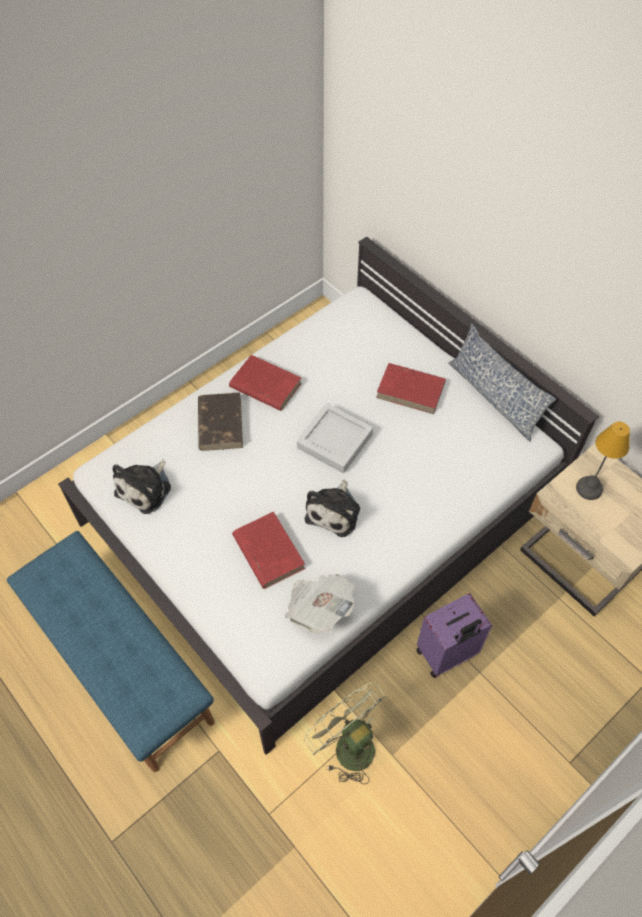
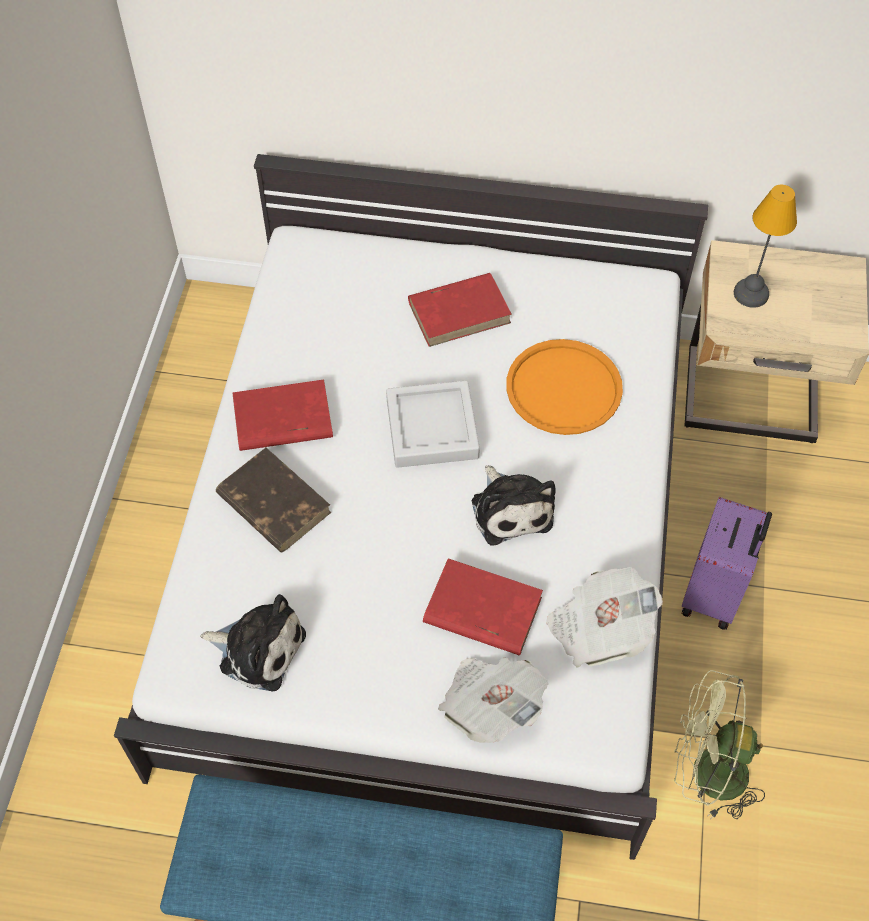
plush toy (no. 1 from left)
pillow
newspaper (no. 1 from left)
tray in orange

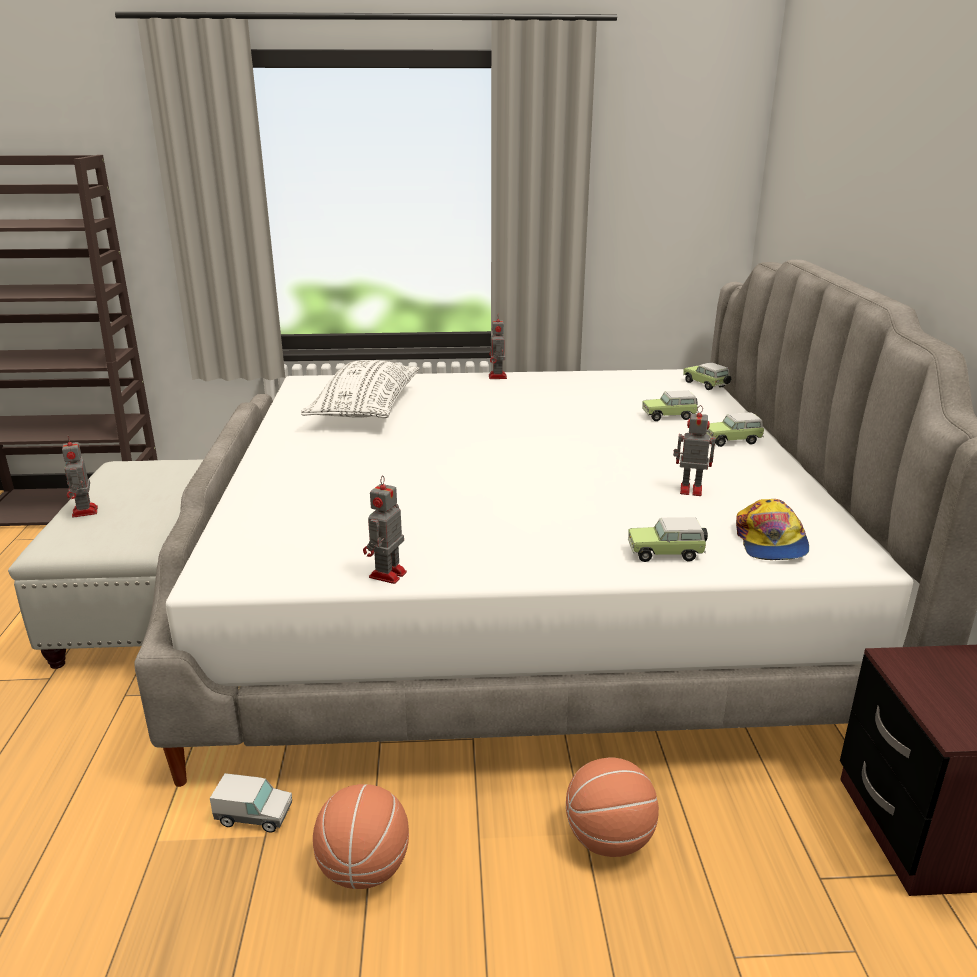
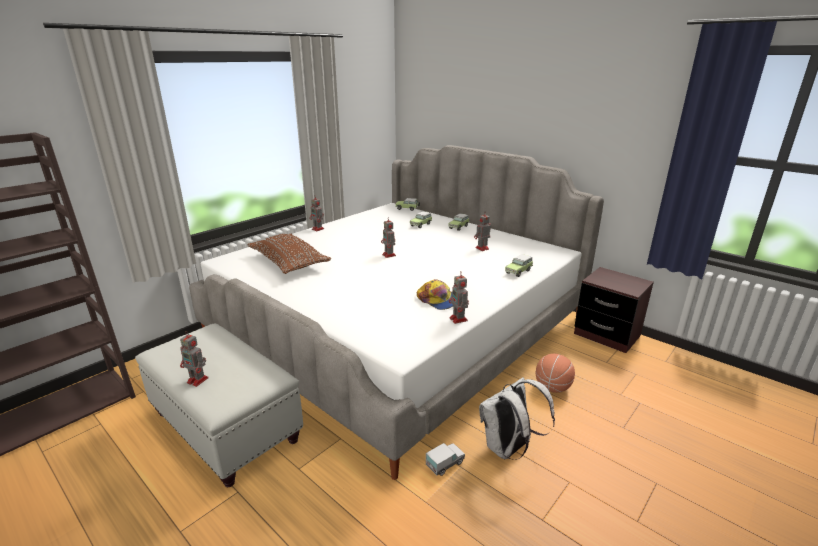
pillow in brown
backpack in white
cap
toy robot (no. 3 from left)

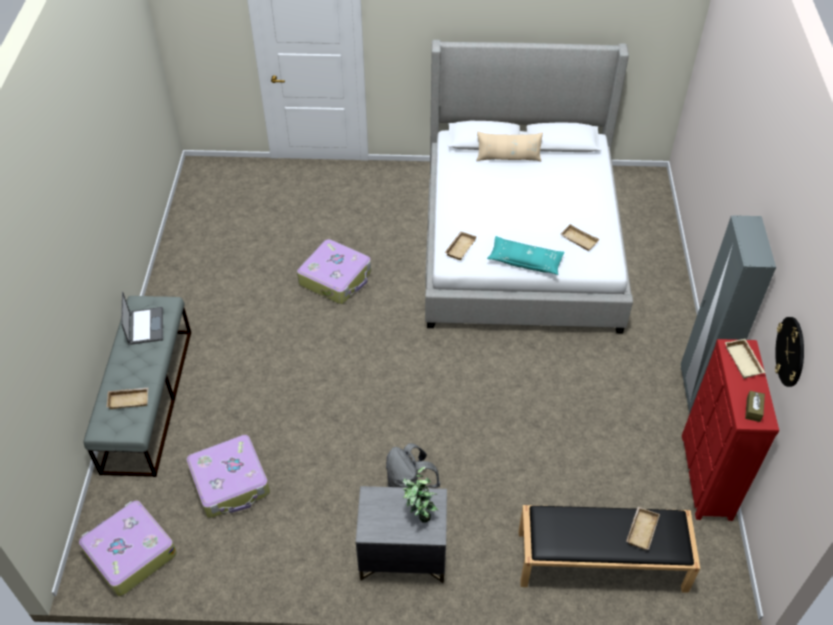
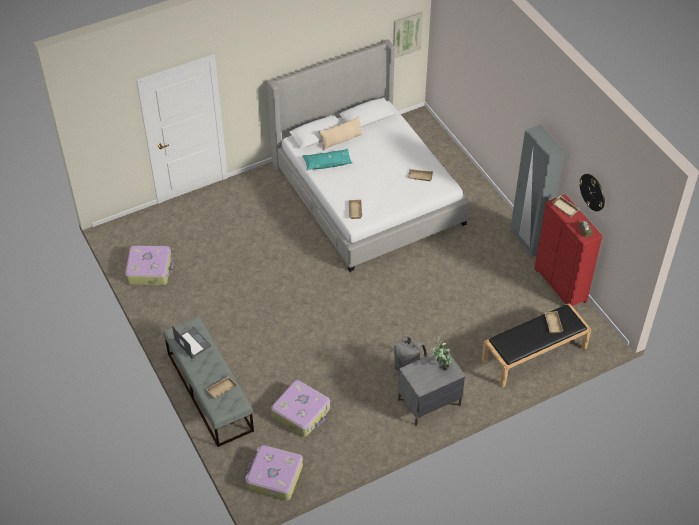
suitcase (no. 1 from left)
pillow in turquoise
picture

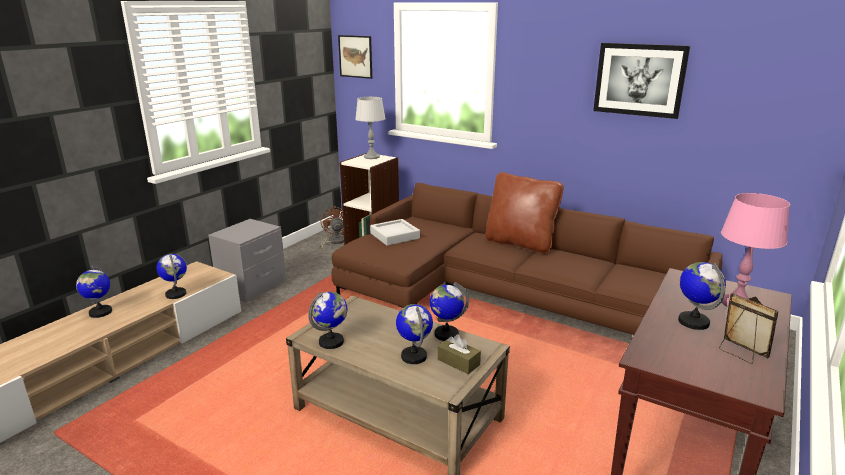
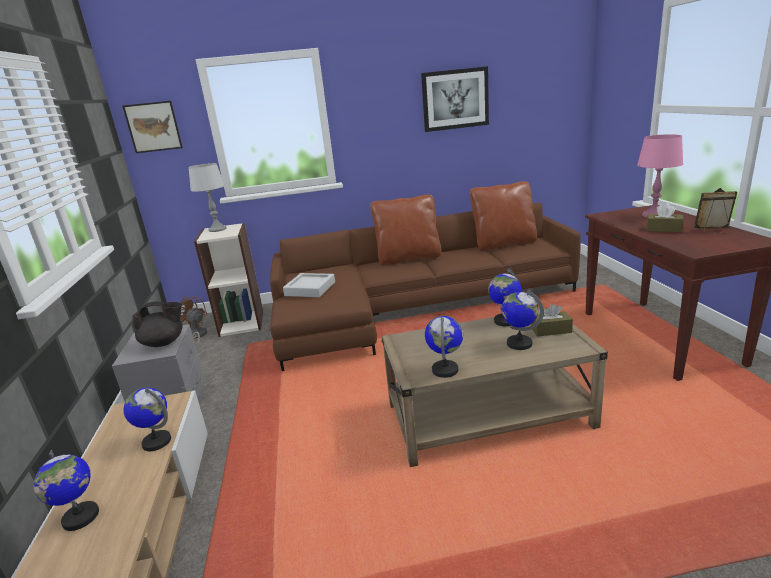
tissue box in brown (no. 2 from left)
teapot in black
pillow in brown (no. 2 from left)

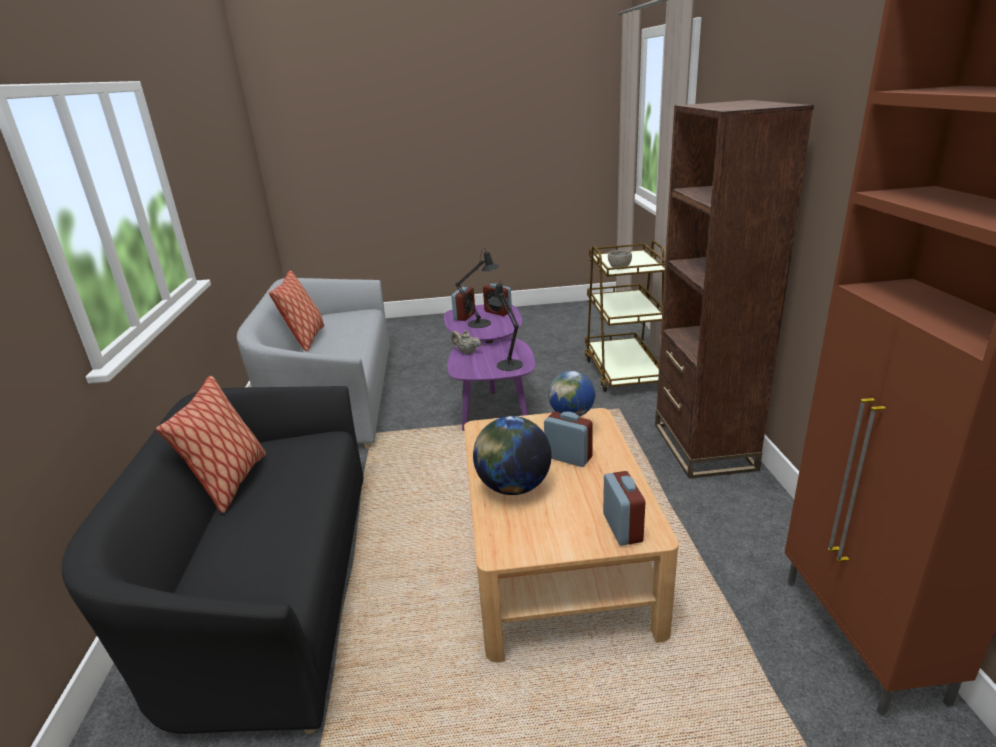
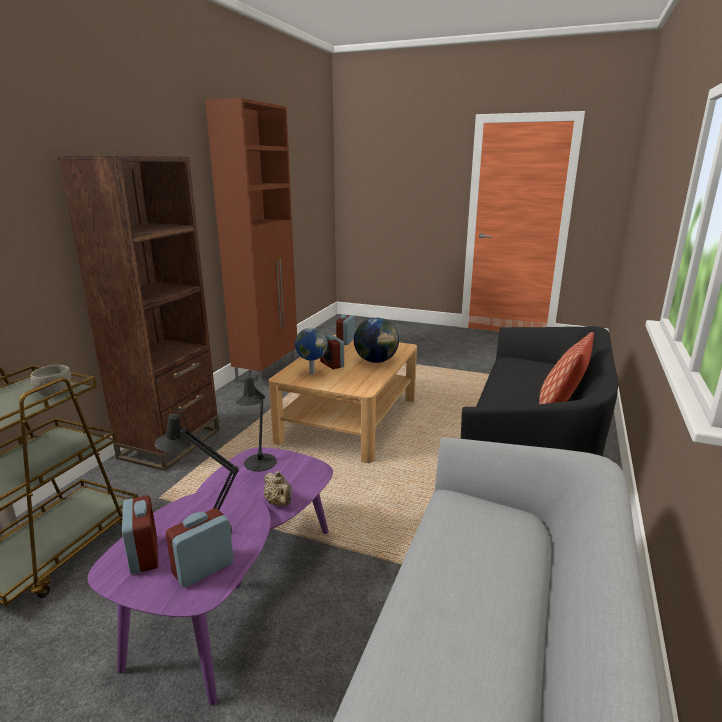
pillow (no. 2 from left in the first image)

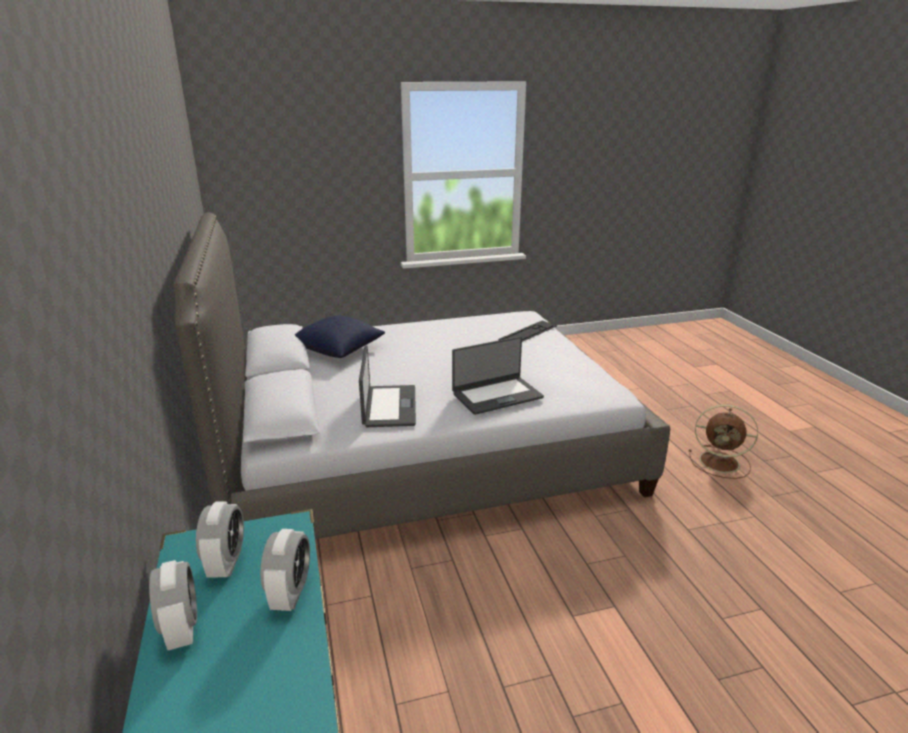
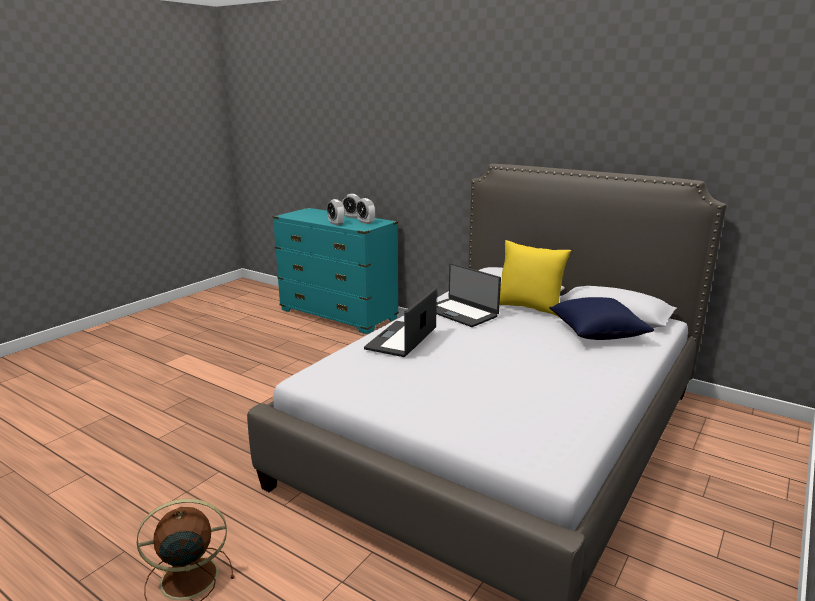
keyboard
pillow in yellow

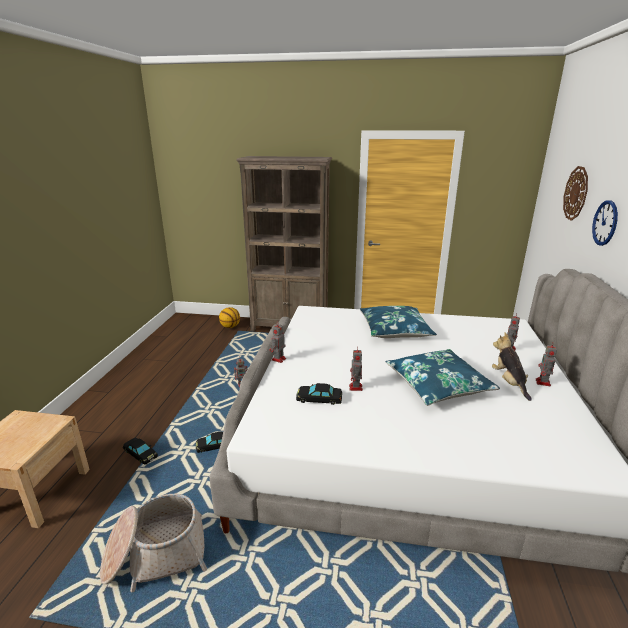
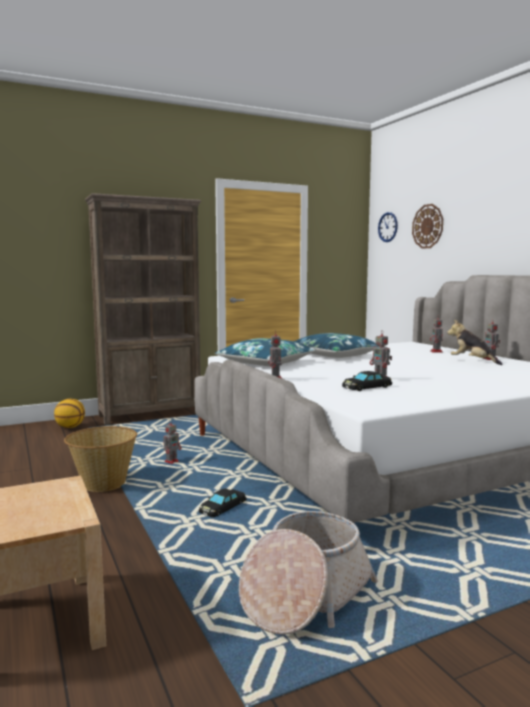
toy car in black (no. 1 from left in the first image)
pillow in blue (no. 1 from left)
wall clock (no. 1 from left)
basket (no. 1 from left)

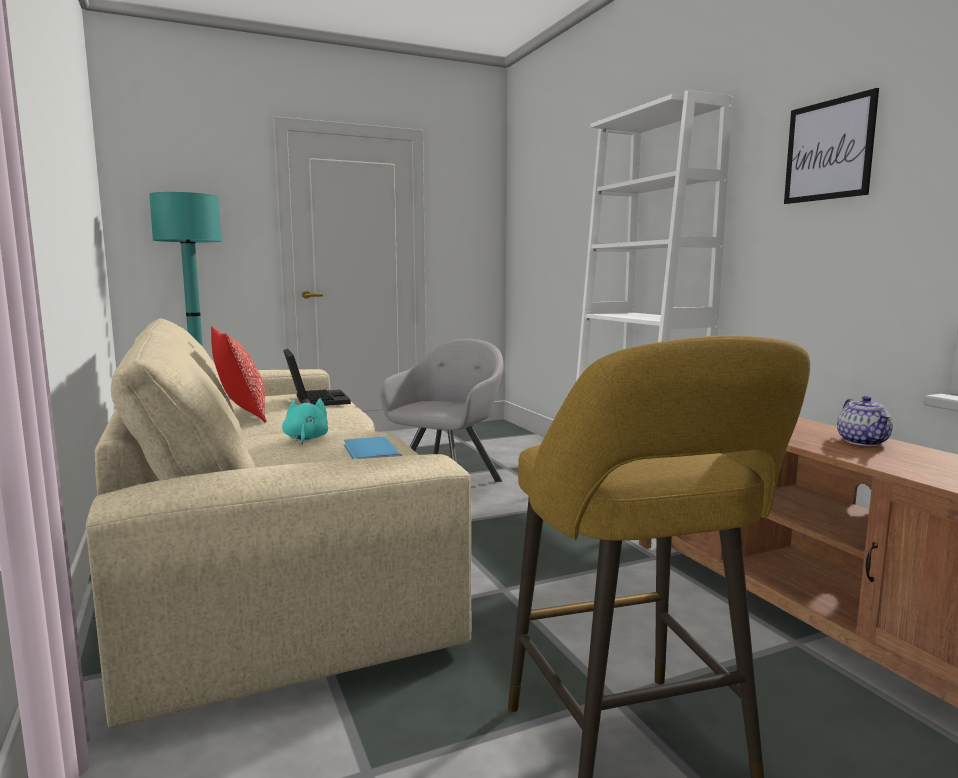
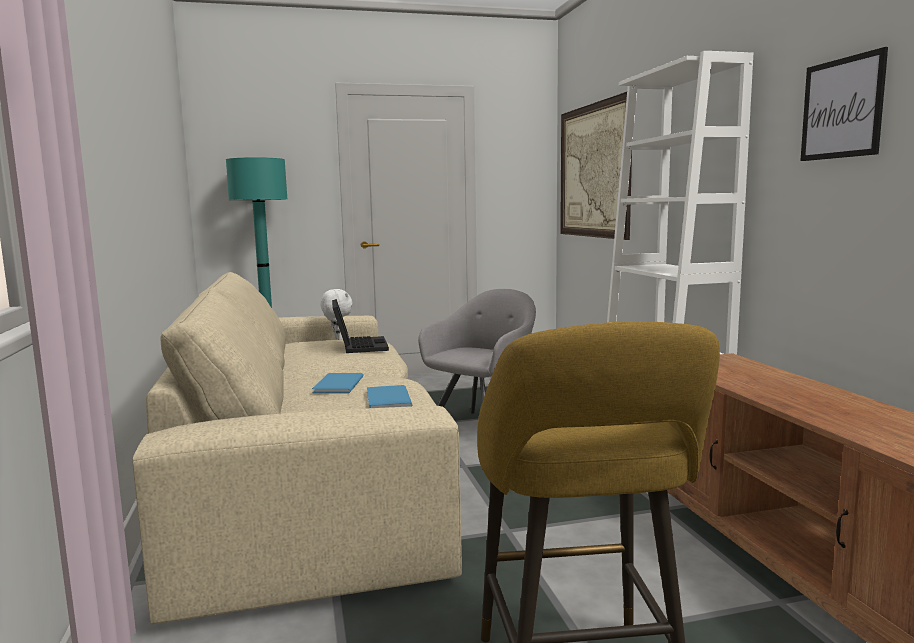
pillow
book in blue (no. 1 from left)
teapot
plush toy in white
picture (no. 1 from left)

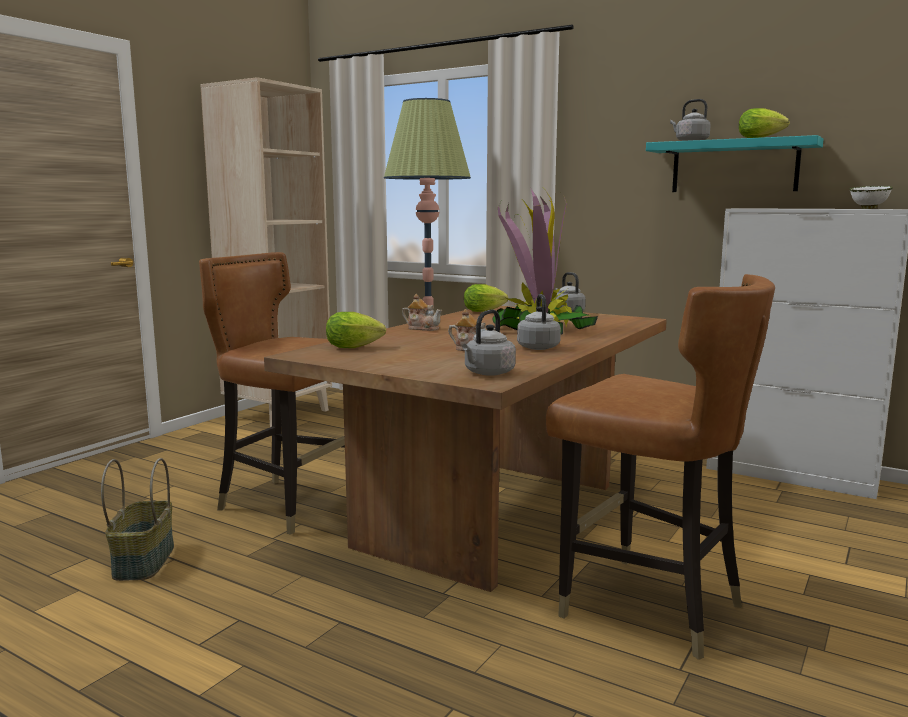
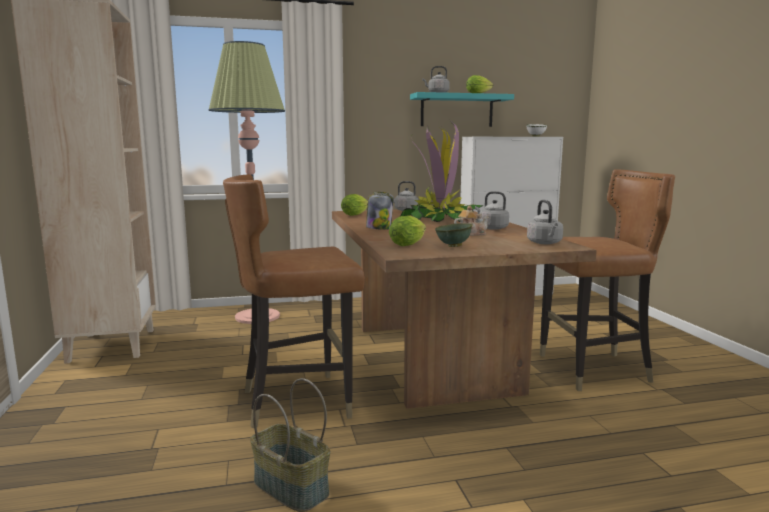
jar
bowl in green

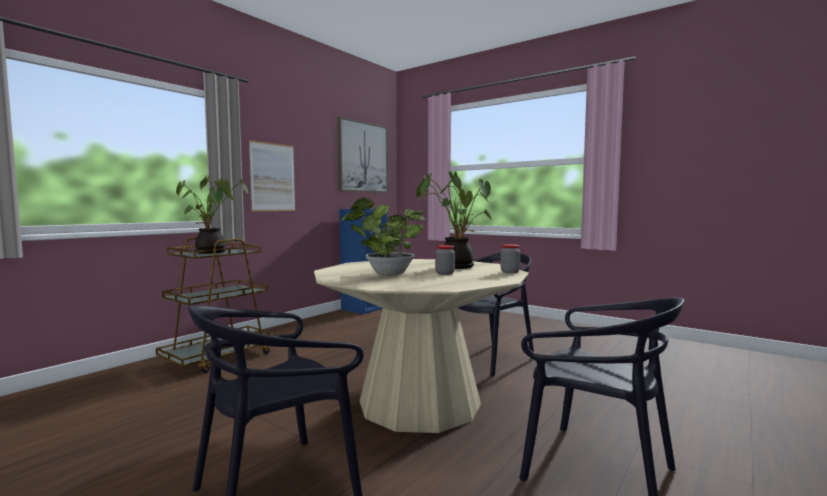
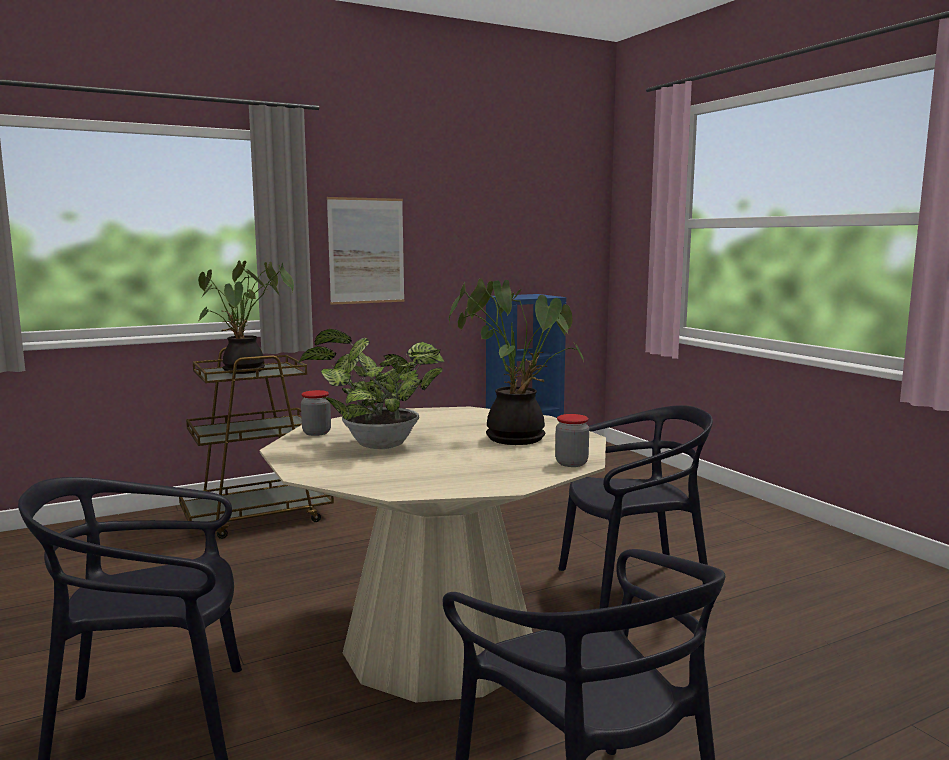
picture (no. 2 from left in the first image)
jar (no. 1 from left)

